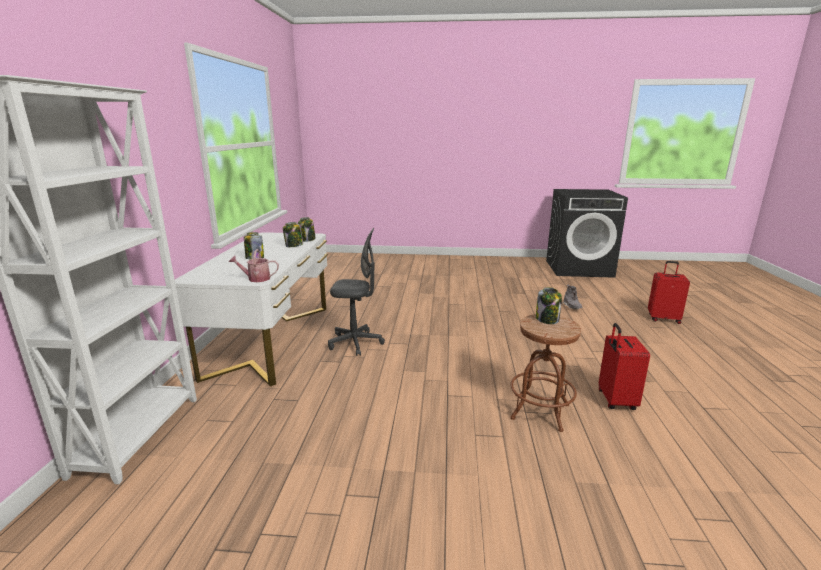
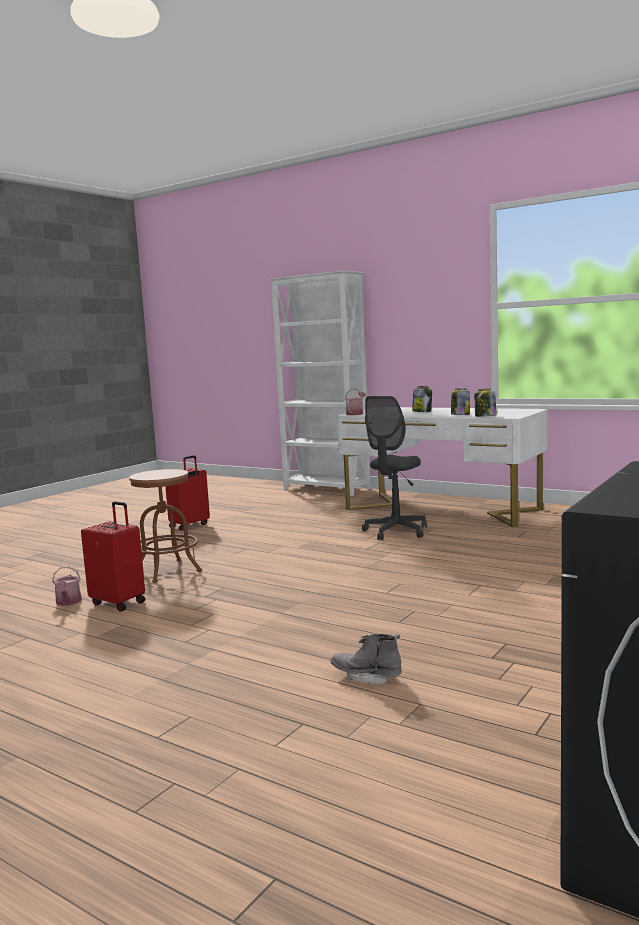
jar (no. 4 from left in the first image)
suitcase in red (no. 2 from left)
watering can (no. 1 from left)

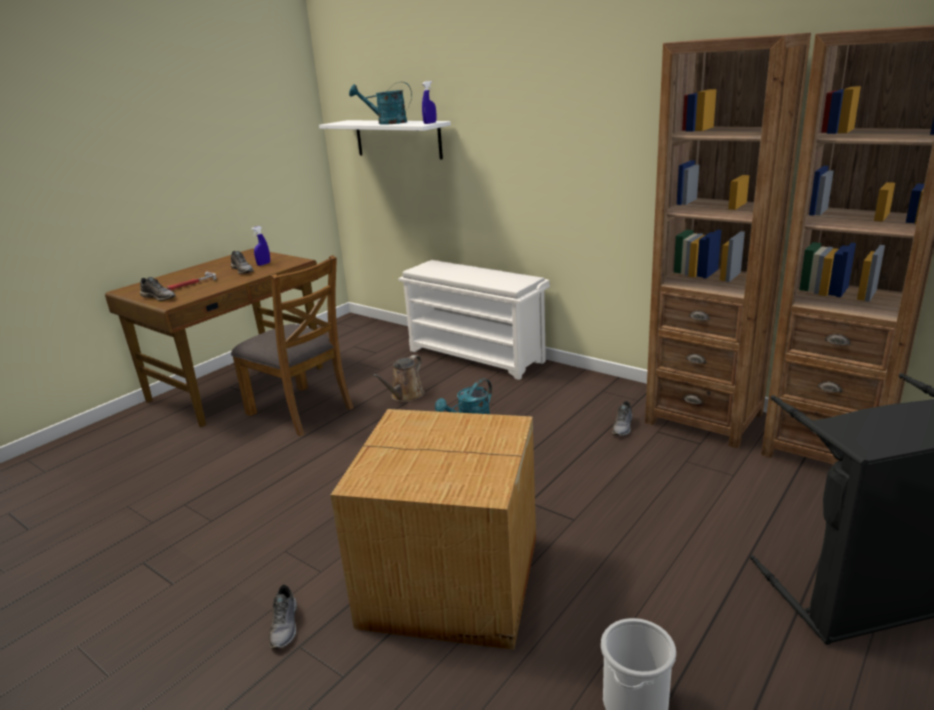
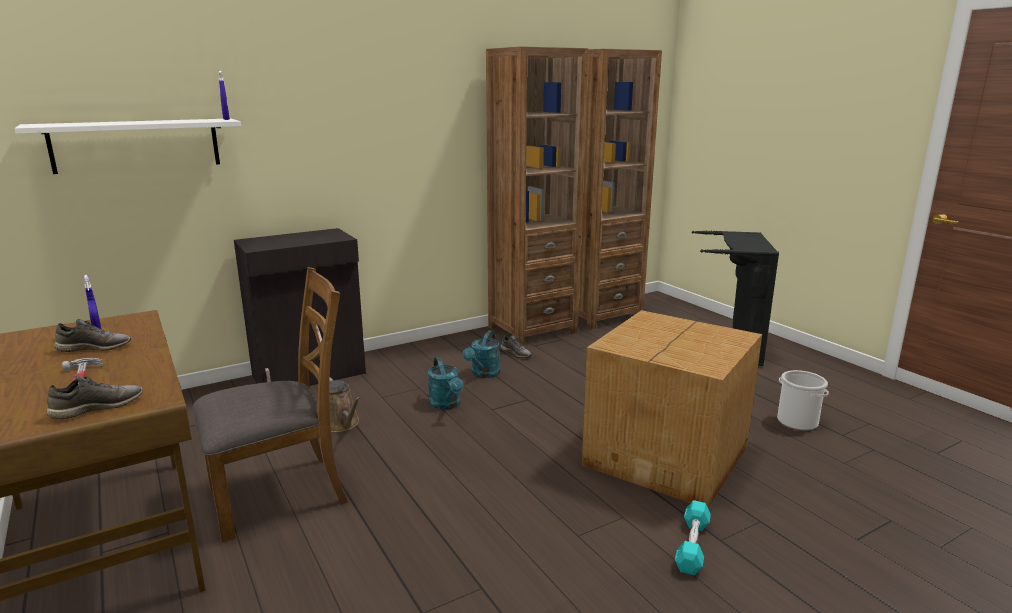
dumbbell in turquoise
watering can in turquoise (no. 2 from left)
cabinet in black

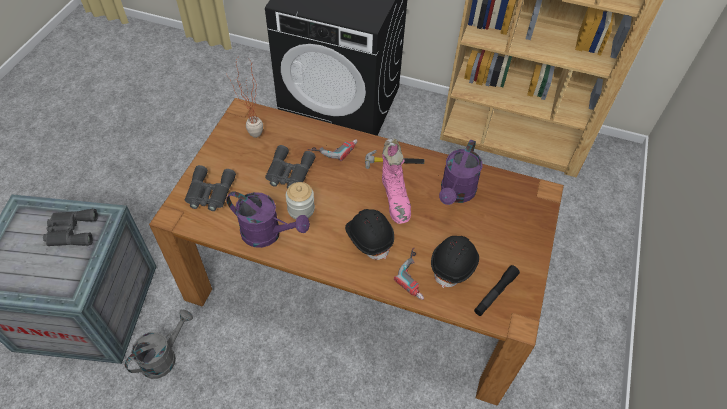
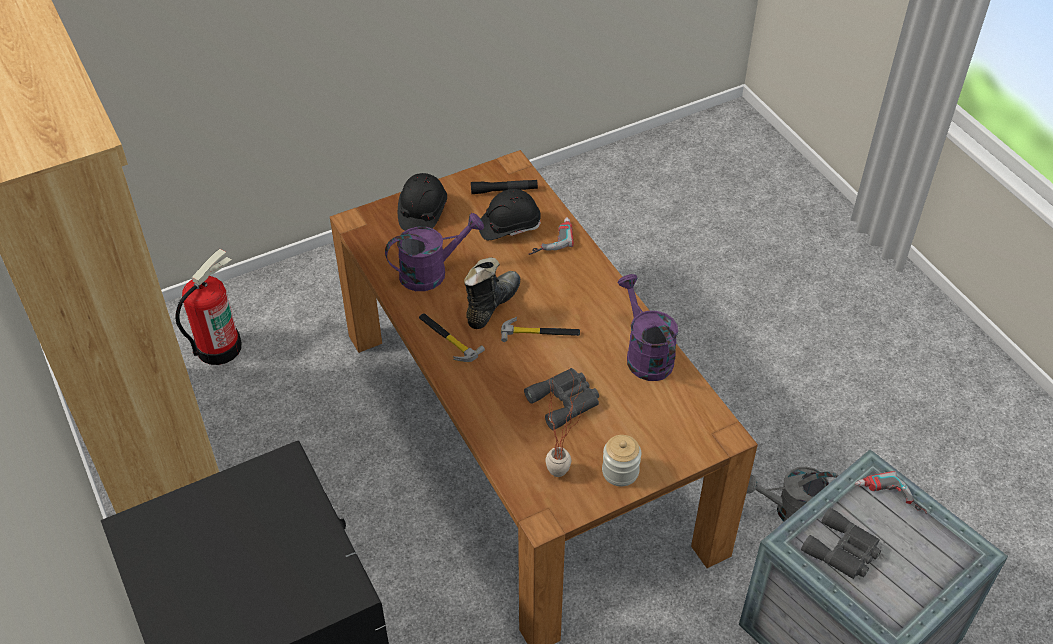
binoculars in grey (no. 2 from left in the first image)
jar
power drill (no. 2 from left)
hard hat in black (no. 1 from left)
boot in black
fire extinguisher
hammer (no. 2 from left)

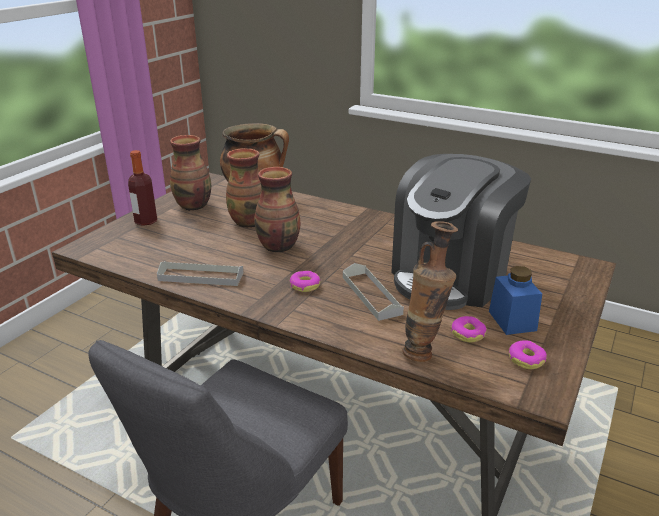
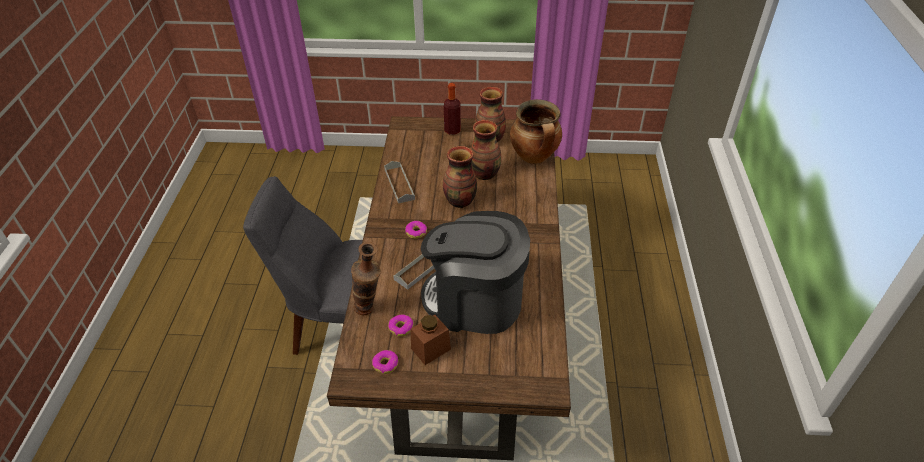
jar in brown

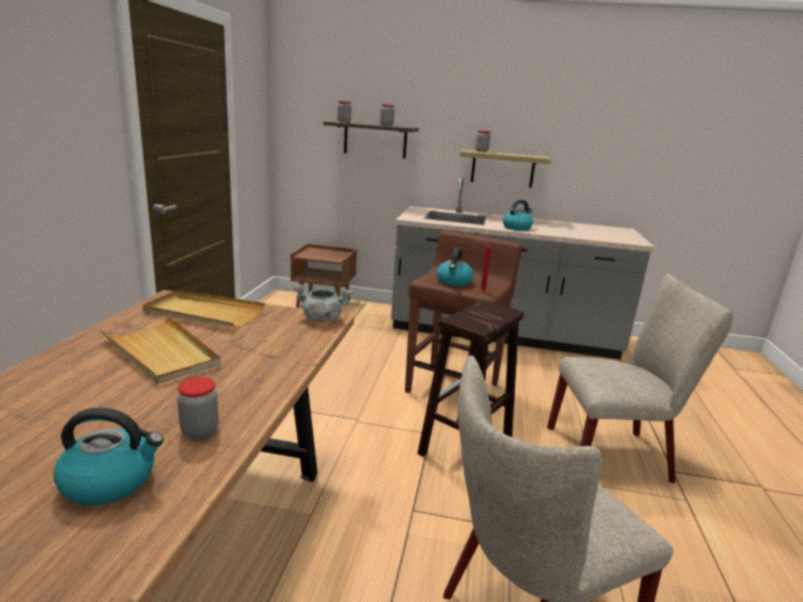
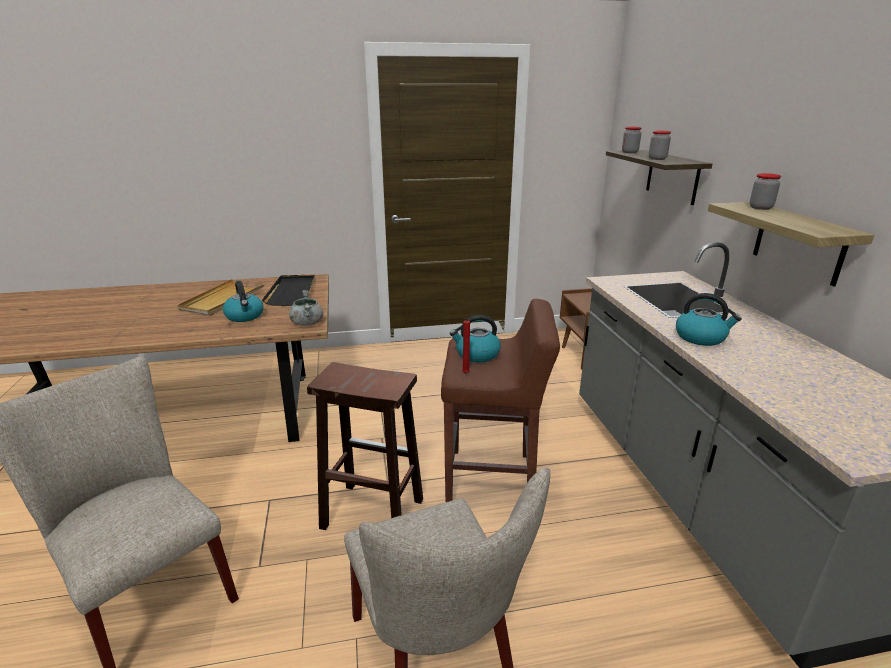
kettle (no. 1 from left)
tray in black
jar (no. 1 from left in the first image)

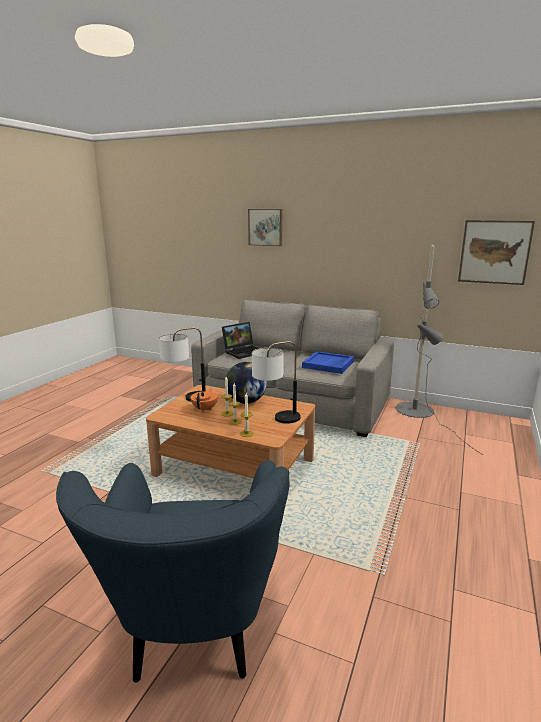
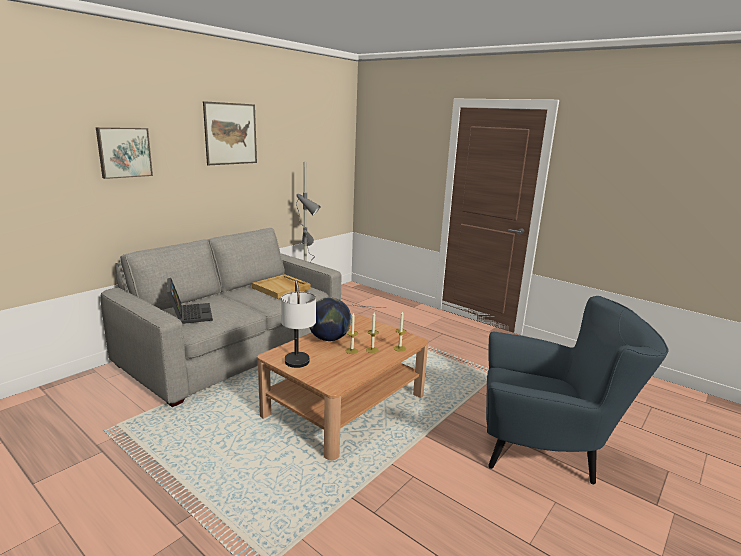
teapot in orange
table lamp (no. 2 from left in the first image)
tray in beige
picture (no. 2 from left)

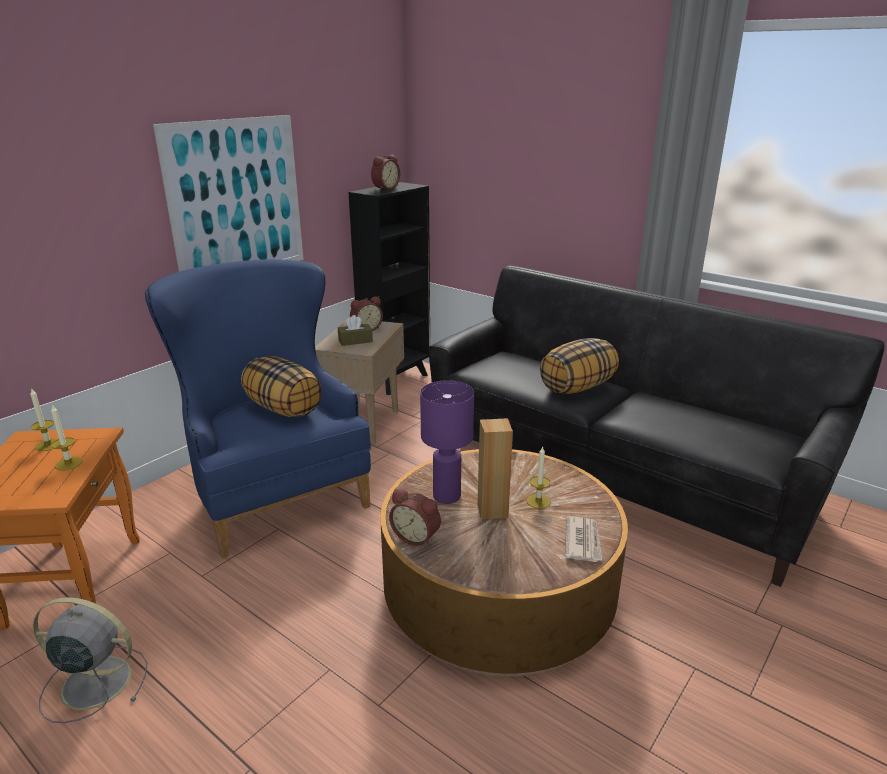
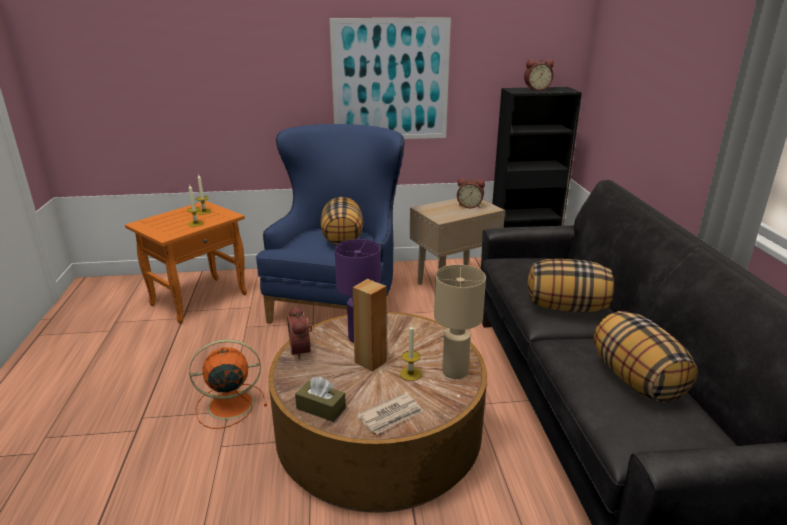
fan in grey
tissue box in brown
fan in orange
table lamp in beige
pillow (no. 3 from left)

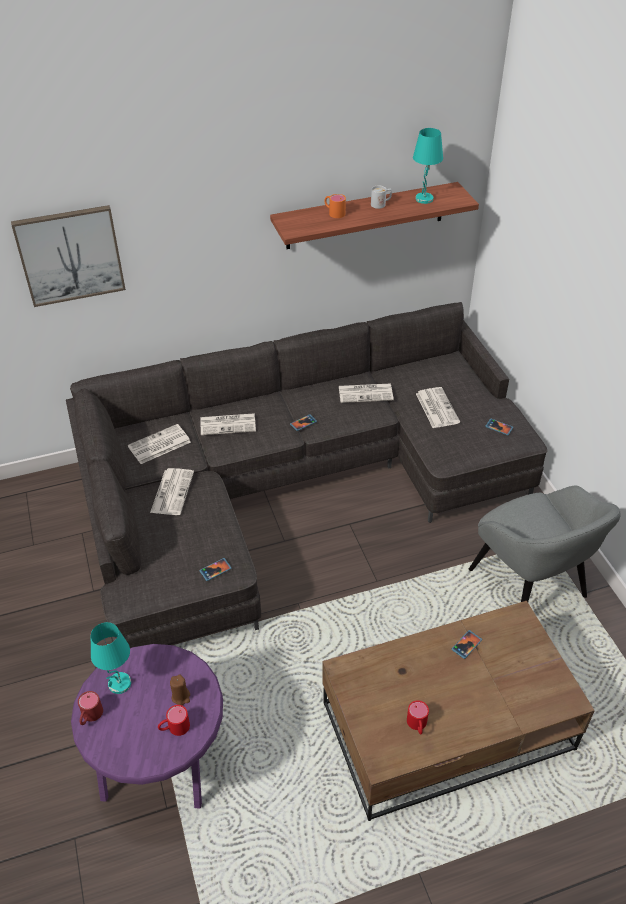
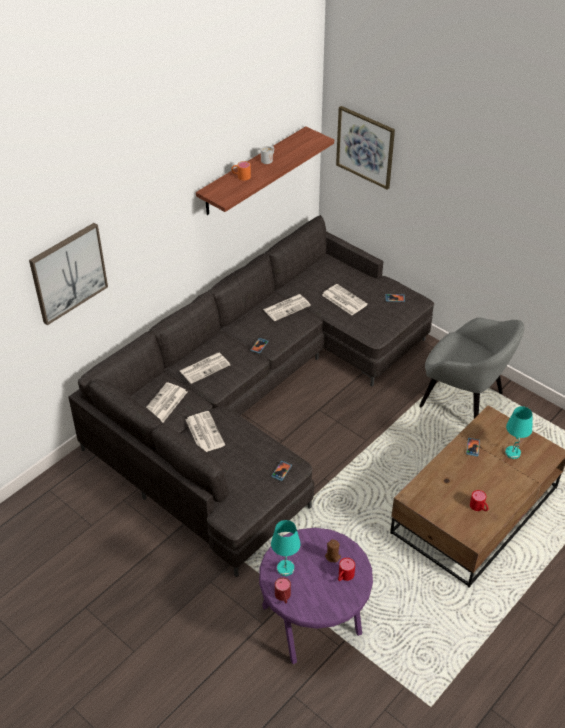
table lamp in turquoise (no. 2 from left)
picture (no. 2 from left)

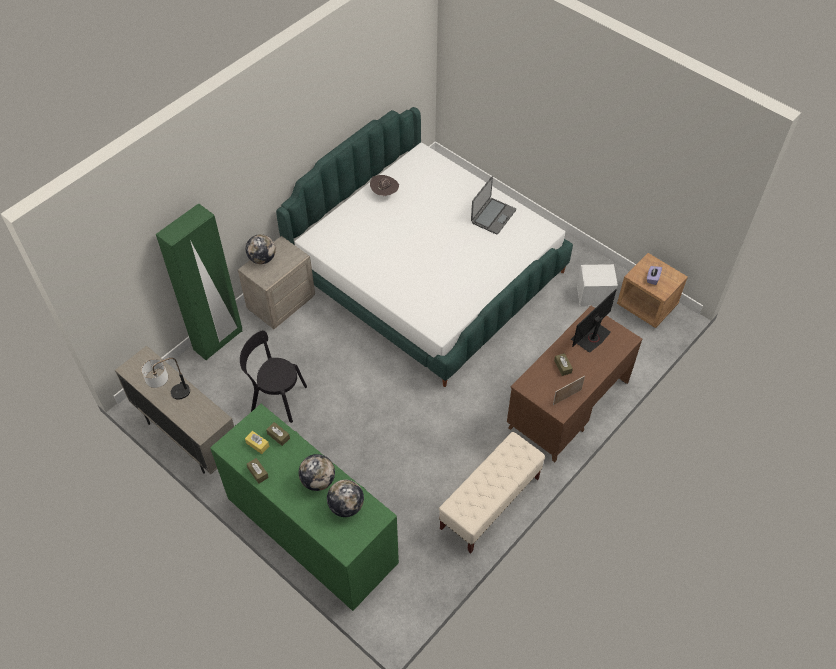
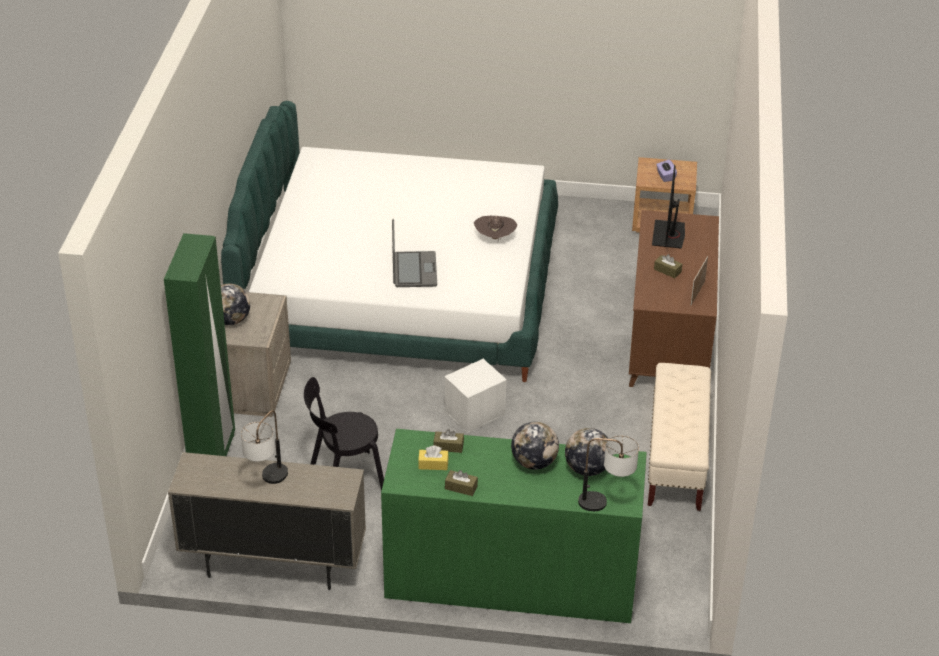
hat in brown
laptop
storage box in white
table lamp (no. 2 from left)

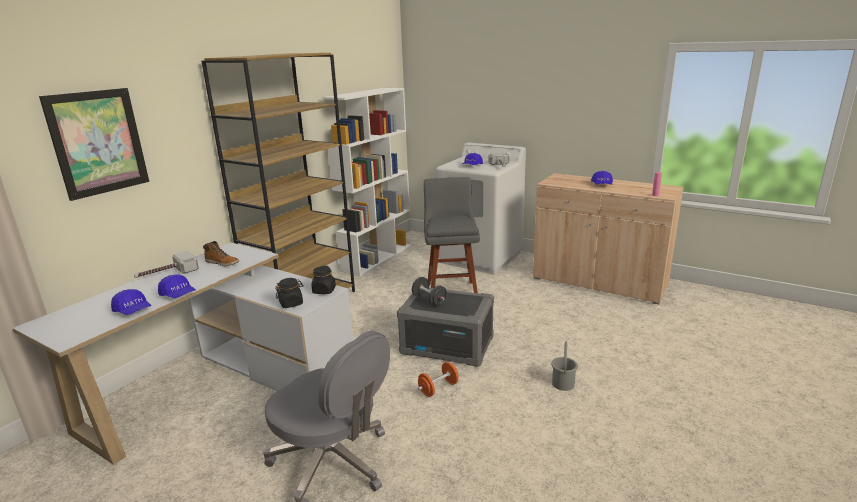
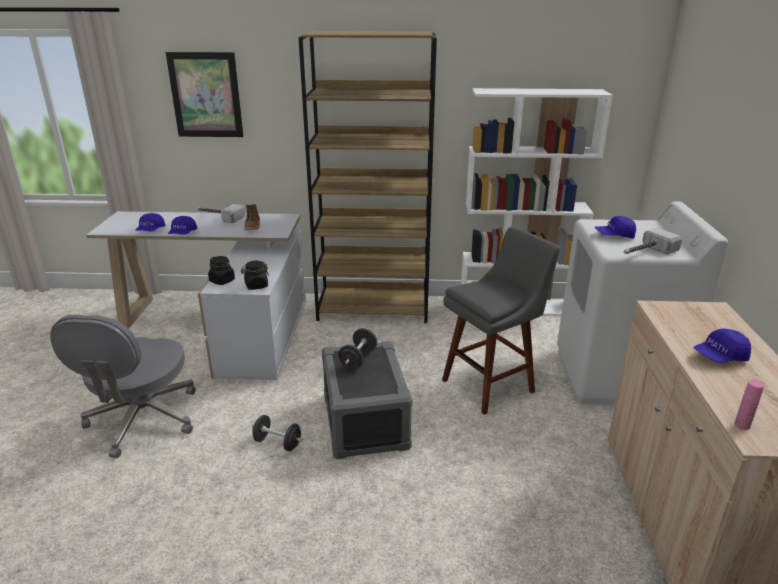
dumbbell in black (no. 1 from left)
bucket in grey

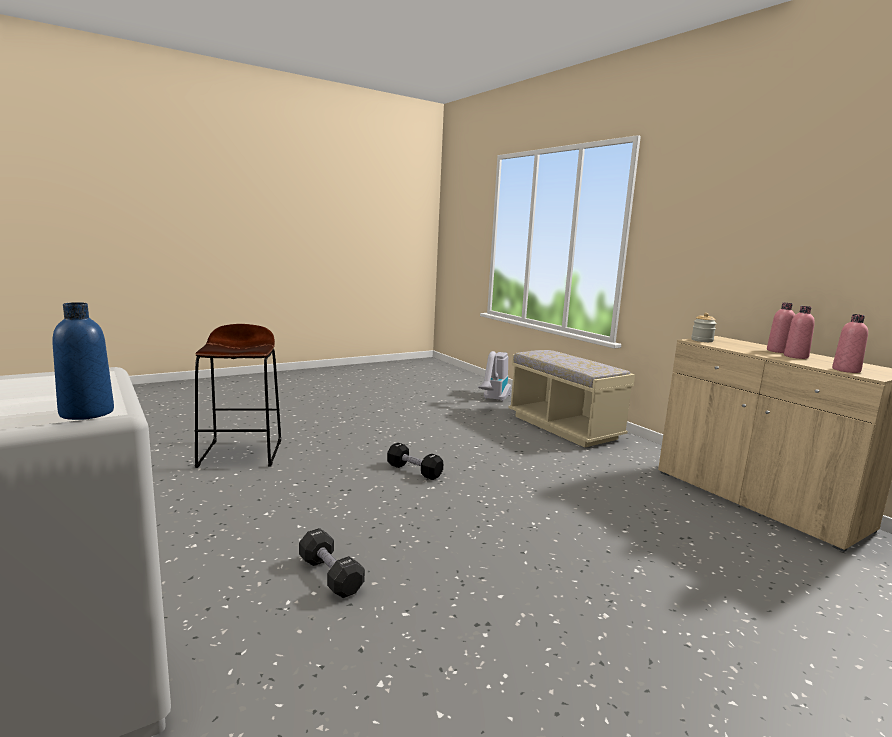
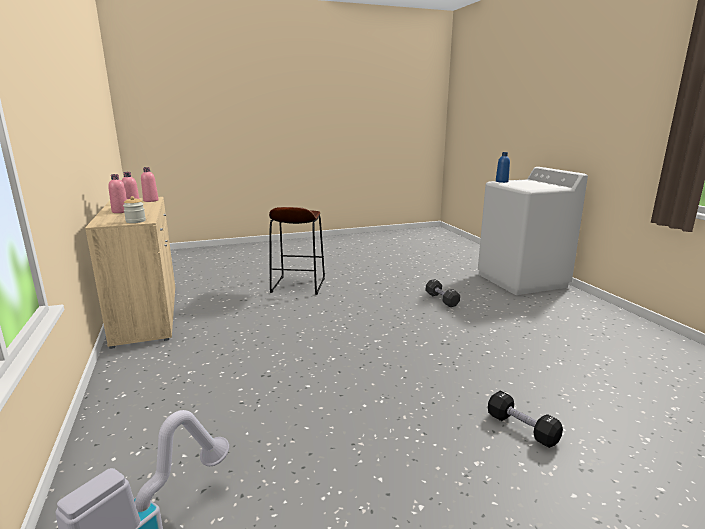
stool in brown
dumbbell in black (no. 2 from left)
bench in beige

